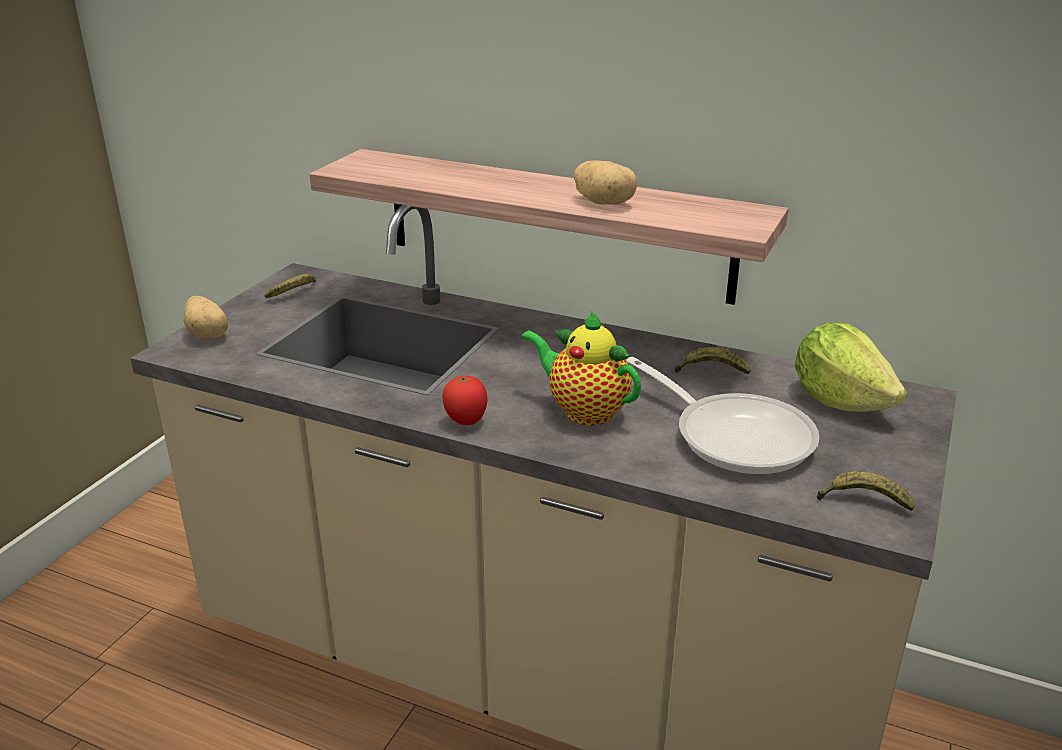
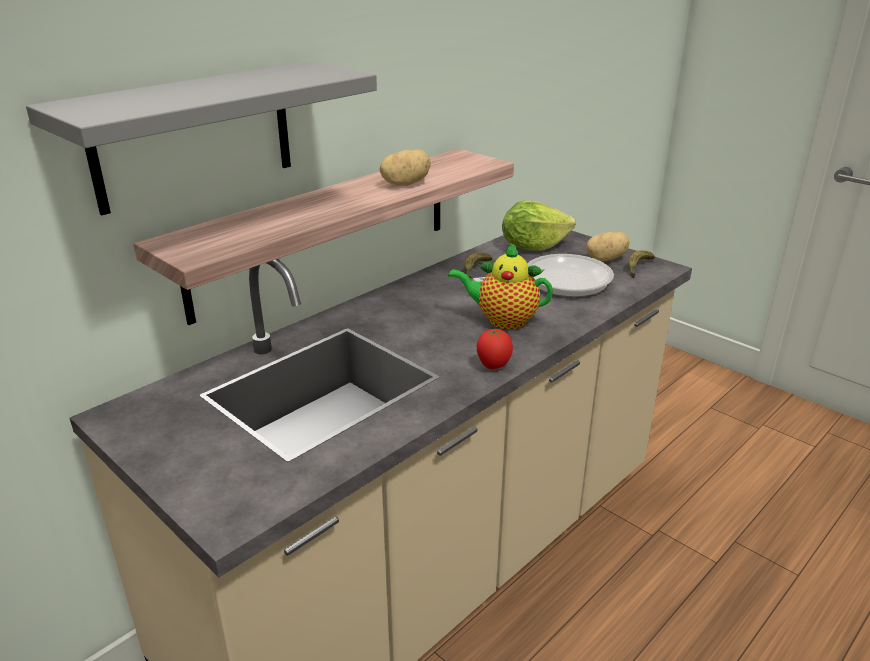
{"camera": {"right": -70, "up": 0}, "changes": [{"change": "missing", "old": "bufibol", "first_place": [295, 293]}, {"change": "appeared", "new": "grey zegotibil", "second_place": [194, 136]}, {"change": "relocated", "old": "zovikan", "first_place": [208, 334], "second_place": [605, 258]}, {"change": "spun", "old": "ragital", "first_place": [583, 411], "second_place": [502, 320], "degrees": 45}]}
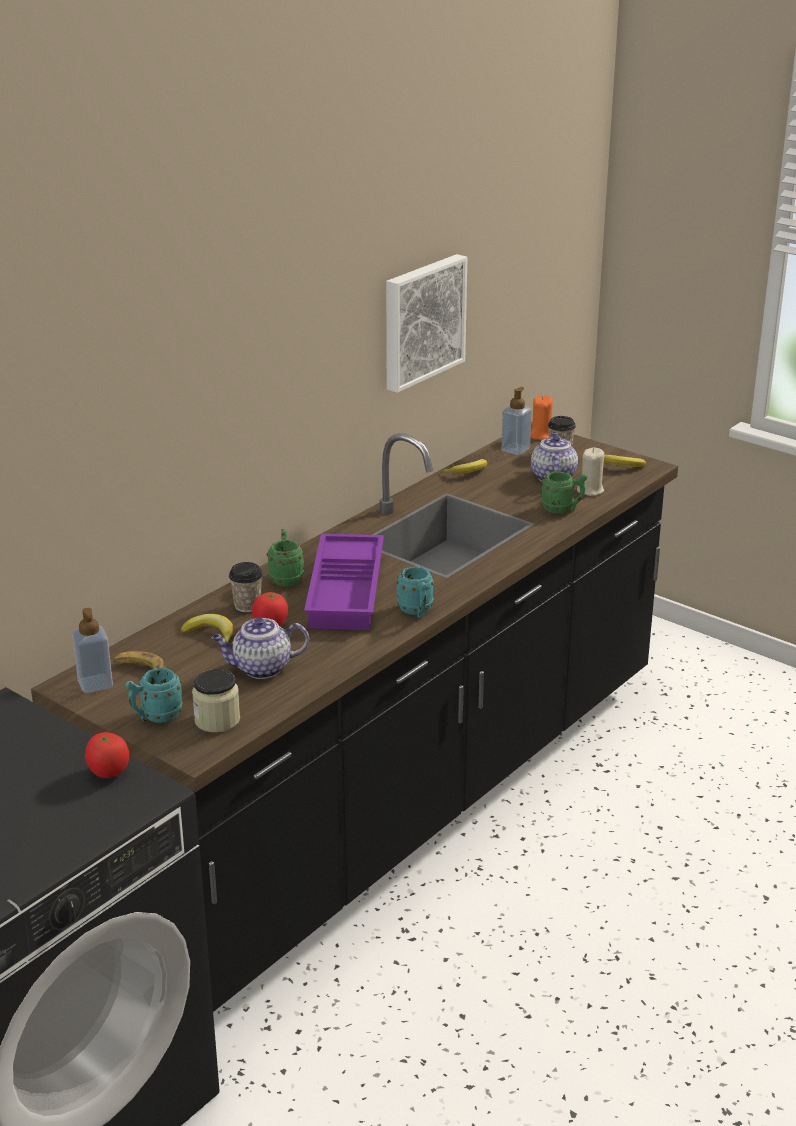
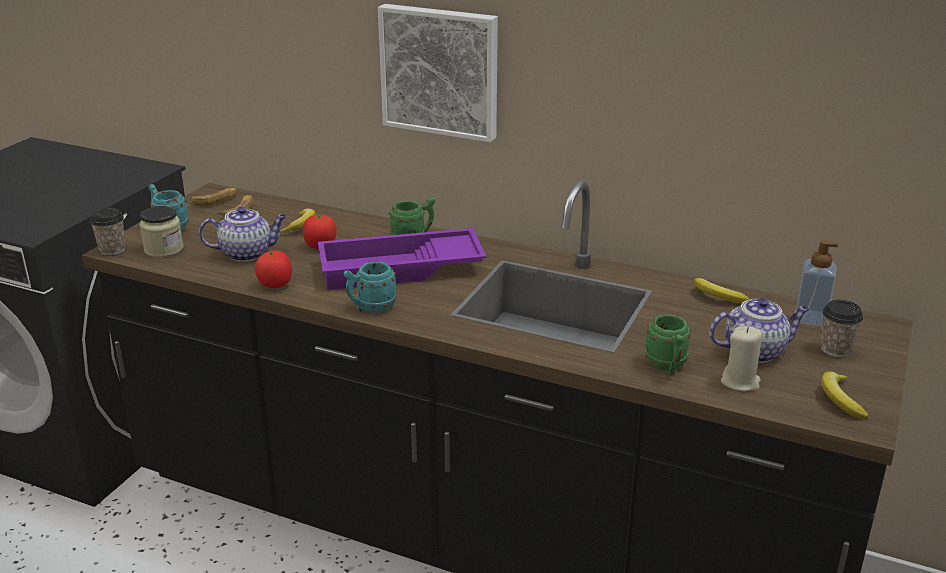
{"camera": {"right": 75, "up": 0}, "changes": [{"change": "missing", "old": "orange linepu", "first_place": [540, 435]}, {"change": "relocated", "old": "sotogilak", "first_place": [108, 772], "second_place": [276, 284]}, {"change": "relocated", "old": "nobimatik", "first_place": [247, 606], "second_place": [112, 250]}, {"change": "relocated", "old": "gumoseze", "first_place": [421, 321], "second_place": [441, 71]}, {"change": "exchanged", "old": "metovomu", "new": "bufibol", "first_place": [95, 684], "second_place": [216, 200]}, {"change": "spun", "old": "ragital", "first_place": [261, 668], "second_place": [247, 253], "degrees": 105}]}
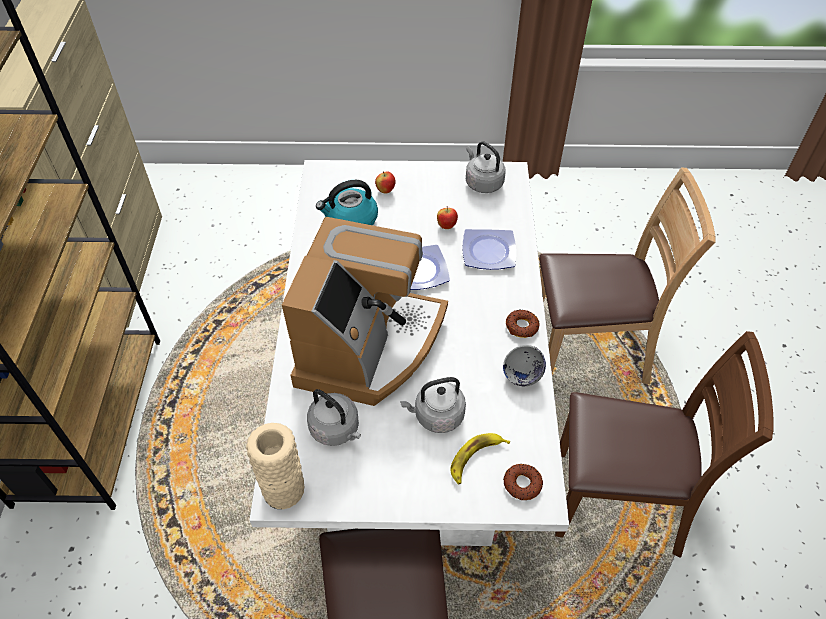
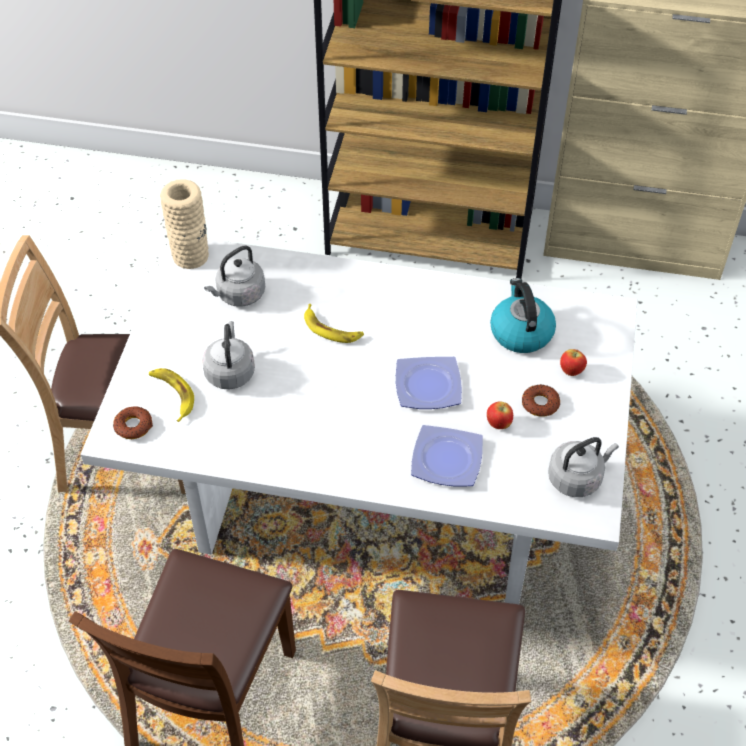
{"camera": {"right": 100, "up": 0}, "changes": [{"change": "missing", "old": "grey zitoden", "first_place": [522, 376]}, {"change": "relocated", "old": "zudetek", "first_place": [522, 326], "second_place": [540, 403]}, {"change": "exchanged", "old": "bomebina", "new": "bufibol", "first_place": [369, 345], "second_place": [331, 329]}]}
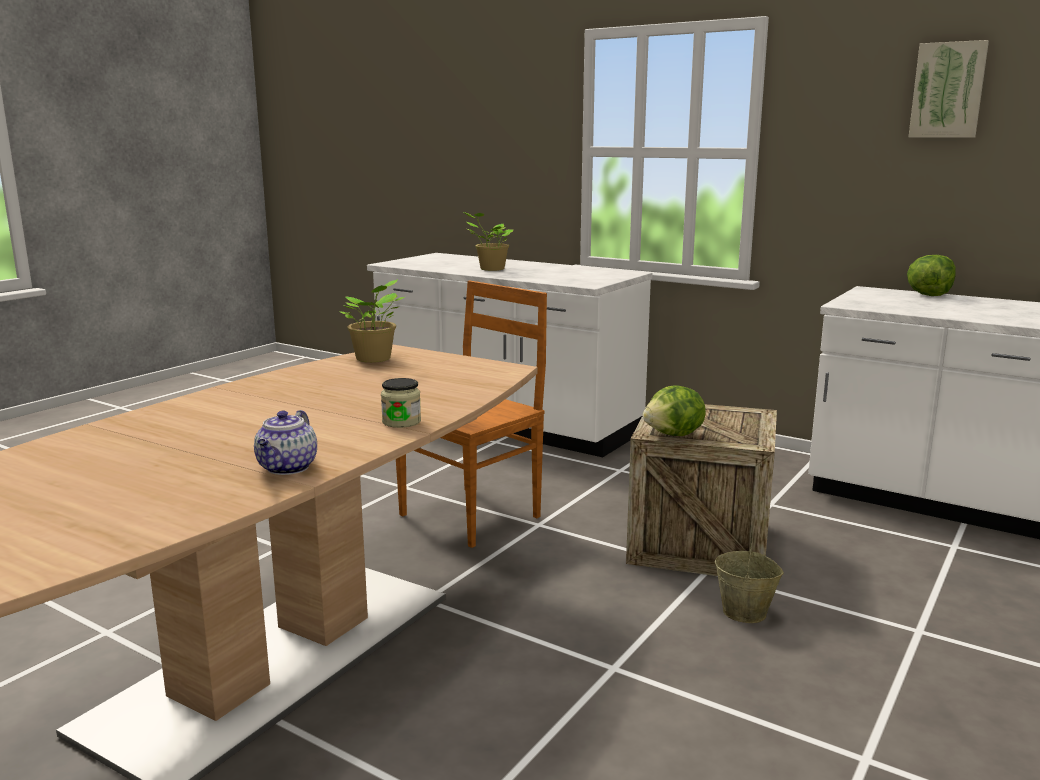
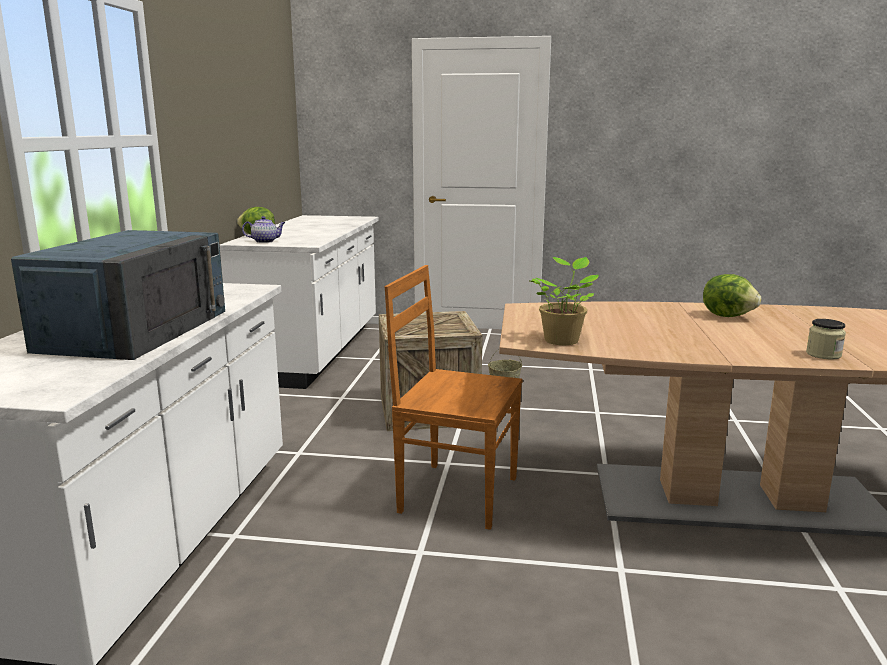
{"camera": {"right": -115, "up": 0}, "changes": [{"change": "missing", "old": "gumoseze", "first_place": [948, 90]}, {"change": "relocated", "old": "ragital", "first_place": [287, 468], "second_place": [265, 241]}, {"change": "relocated", "old": "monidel", "first_place": [401, 422], "second_place": [823, 354]}, {"change": "relocated", "old": "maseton", "first_place": [674, 435], "second_place": [728, 316]}, {"change": "exchanged", "old": "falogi", "new": "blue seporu", "first_place": [490, 269], "second_place": [136, 329]}]}
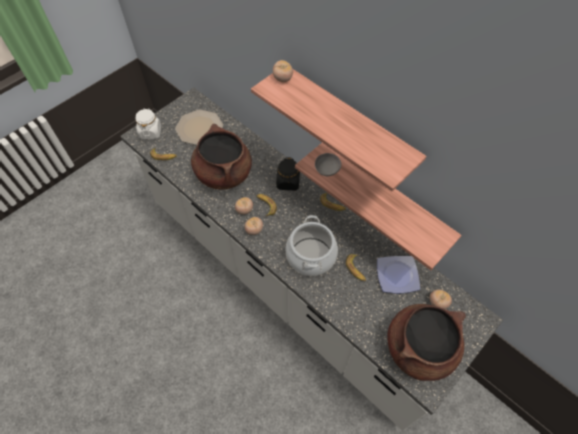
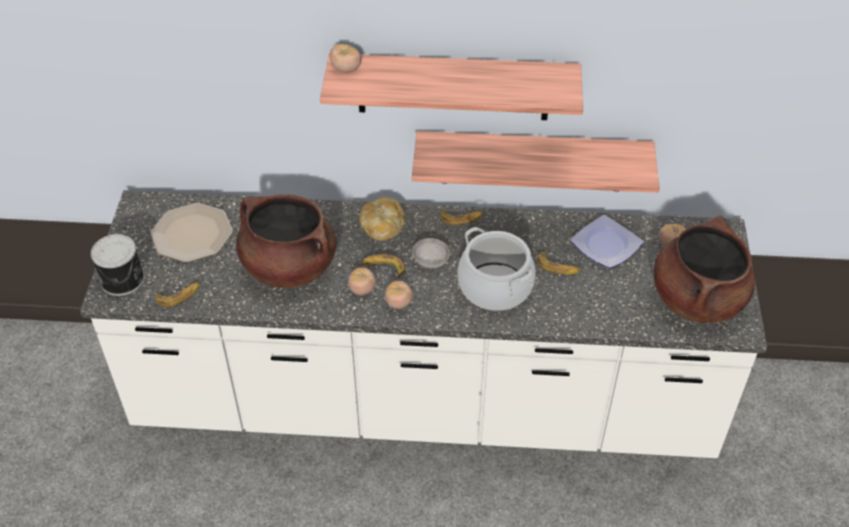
{"camera": {"right": -40, "up": -10}, "changes": [{"change": "relocated", "old": "grey zitoden", "first_place": [327, 169], "second_place": [431, 261]}, {"change": "exchanged", "old": "white monidel", "new": "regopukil", "first_place": [150, 132], "second_place": [123, 279]}, {"change": "exchanged", "old": "black monidel", "new": "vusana", "first_place": [288, 182], "second_place": [383, 227]}]}
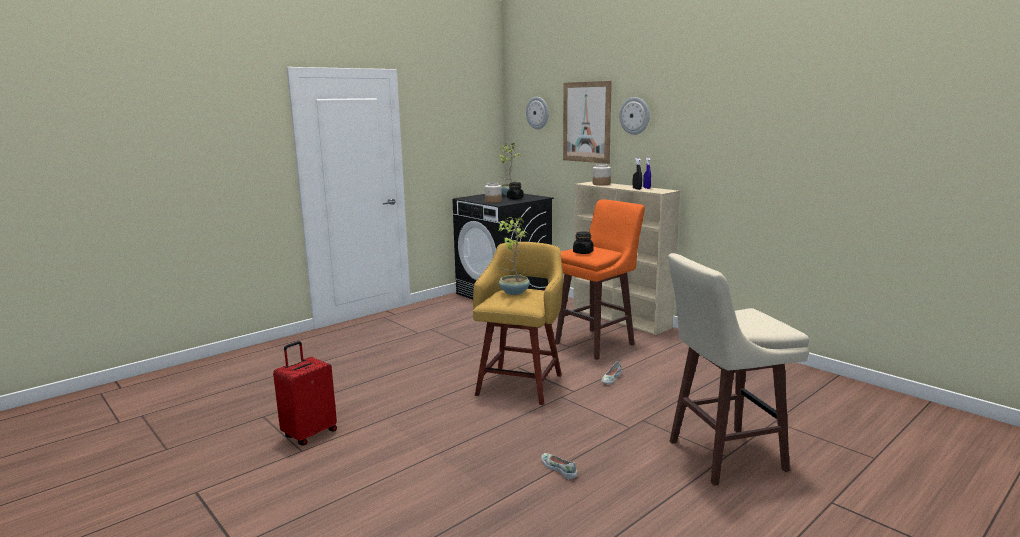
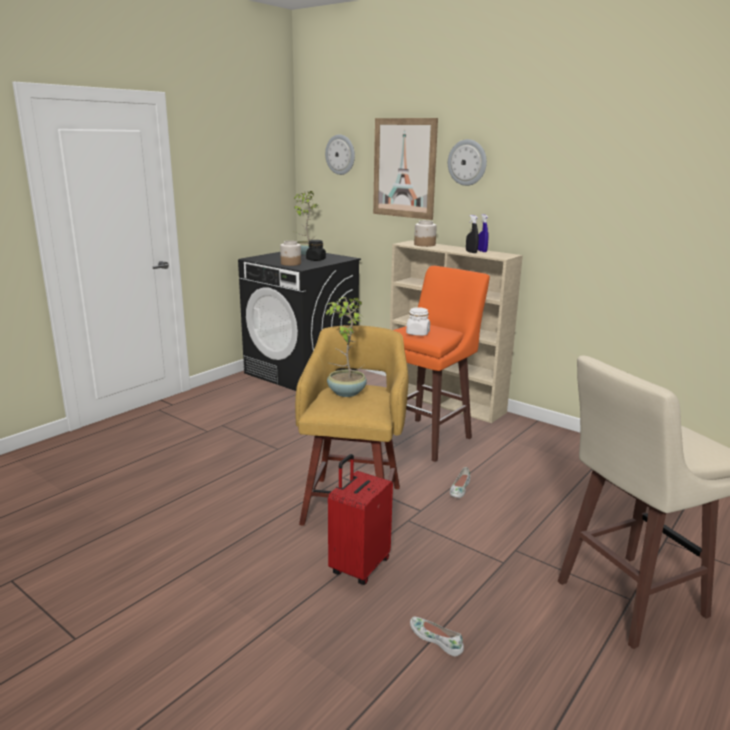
{"camera": {"right": -10, "up": 5}, "changes": [{"change": "relocated", "old": "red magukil", "first_place": [309, 434], "second_place": [358, 566]}, {"change": "colour", "old": "black monidel", "new": "white monidel", "first_place": [583, 252], "second_place": [418, 333]}]}
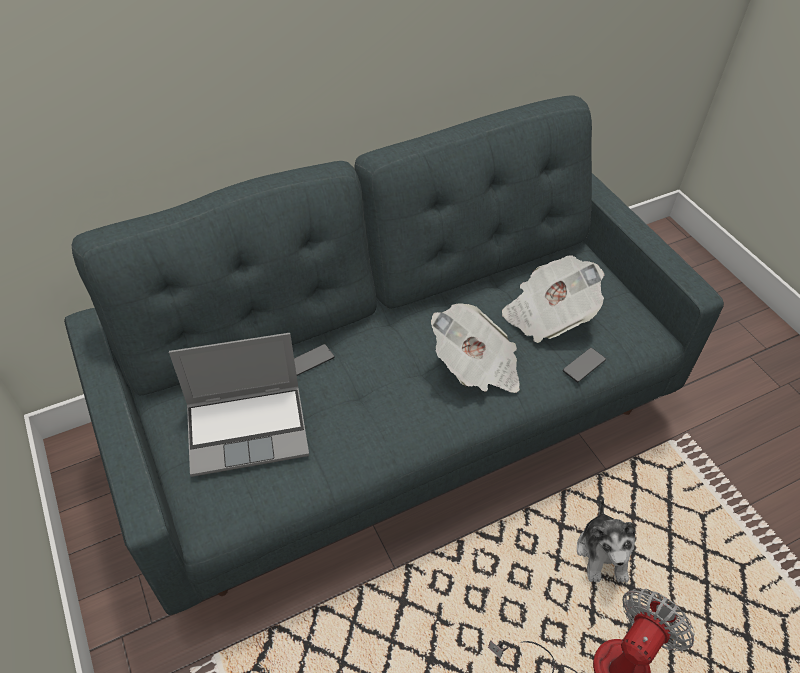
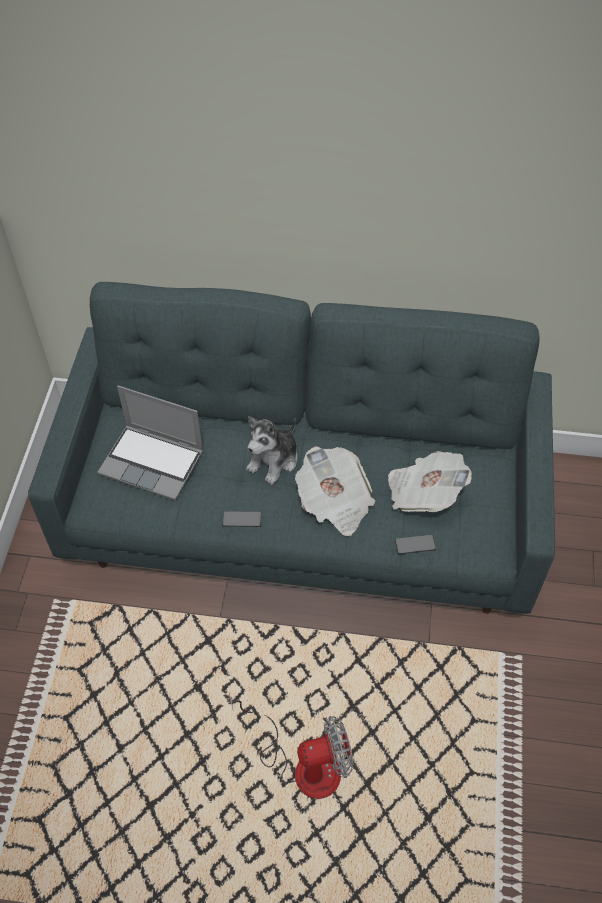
{"camera": {"right": 35, "up": 5}, "changes": [{"change": "relocated", "old": "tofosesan", "first_place": [310, 360], "second_place": [242, 519]}, {"change": "relocated", "old": "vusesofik", "first_place": [603, 553], "second_place": [274, 460]}]}
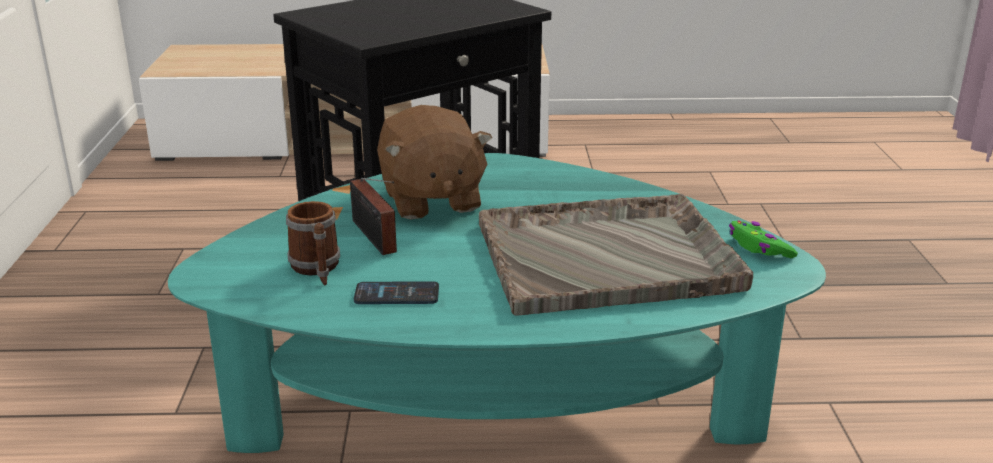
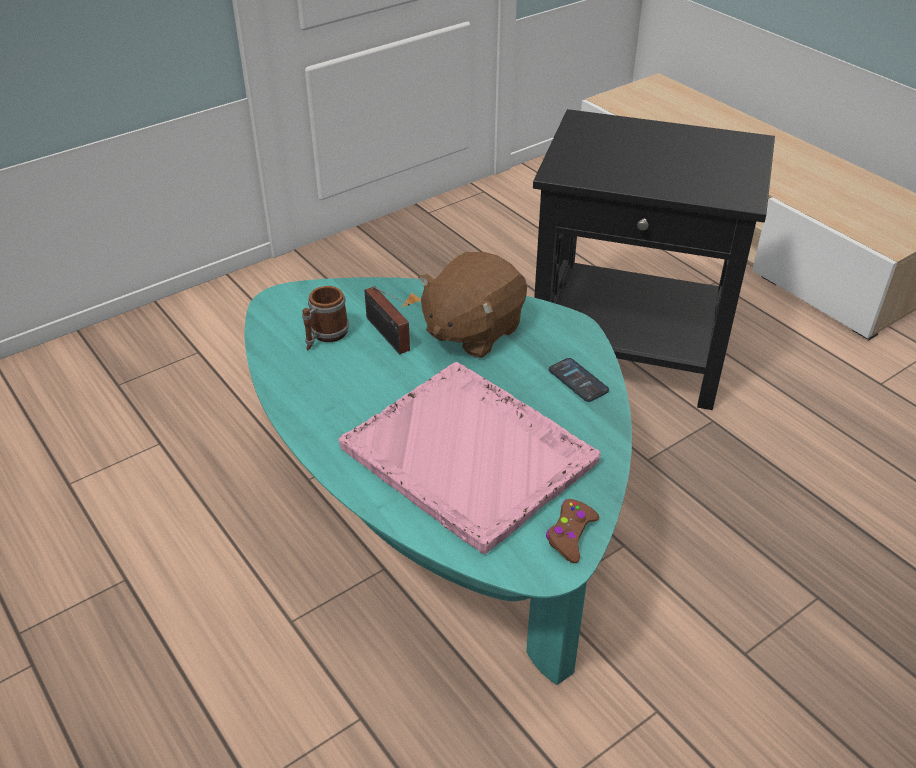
{"camera": {"right": 55, "up": 15}, "changes": [{"change": "relocated", "old": "tofosesan", "first_place": [396, 295], "second_place": [578, 380]}, {"change": "colour", "old": "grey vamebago", "new": "pink vamebago", "first_place": [609, 257], "second_place": [470, 456]}, {"change": "colour", "old": "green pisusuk", "new": "brown pisusuk", "first_place": [759, 248], "second_place": [570, 535]}, {"change": "spun", "old": "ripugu", "first_place": [374, 238], "second_place": [389, 336], "degrees": -60}]}
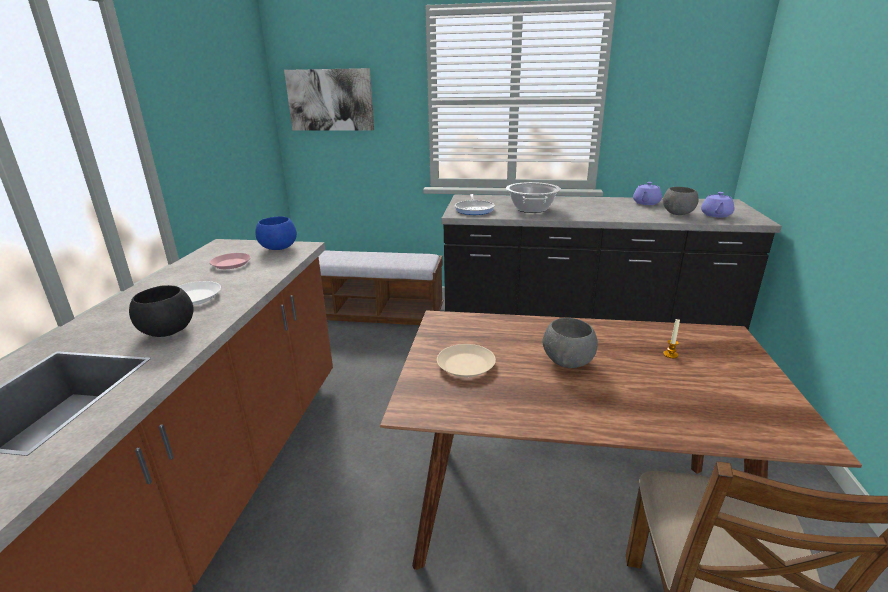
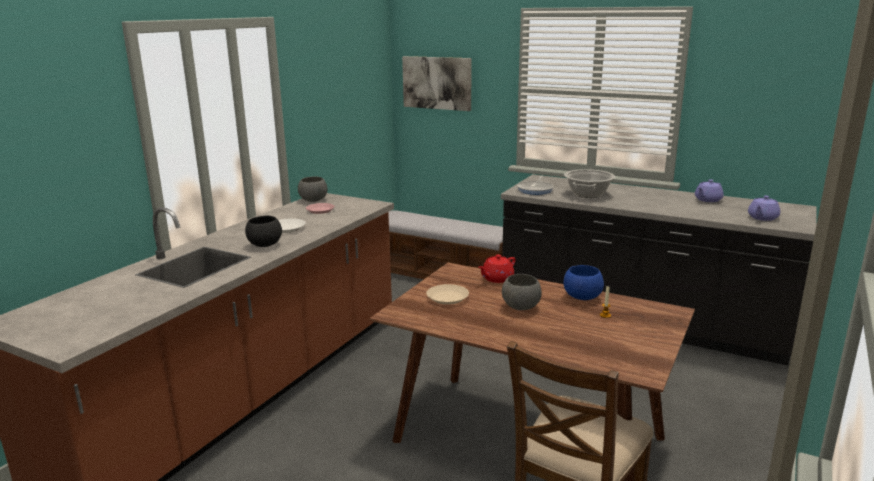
{"camera": {"right": 20, "up": -5}, "changes": [{"change": "appeared", "new": "red ragital", "second_place": [496, 279]}, {"change": "relocated", "old": "blue zitoden", "first_place": [278, 248], "second_place": [582, 297]}, {"change": "relocated", "old": "grey zitoden", "first_place": [677, 214], "second_place": [313, 200]}]}
